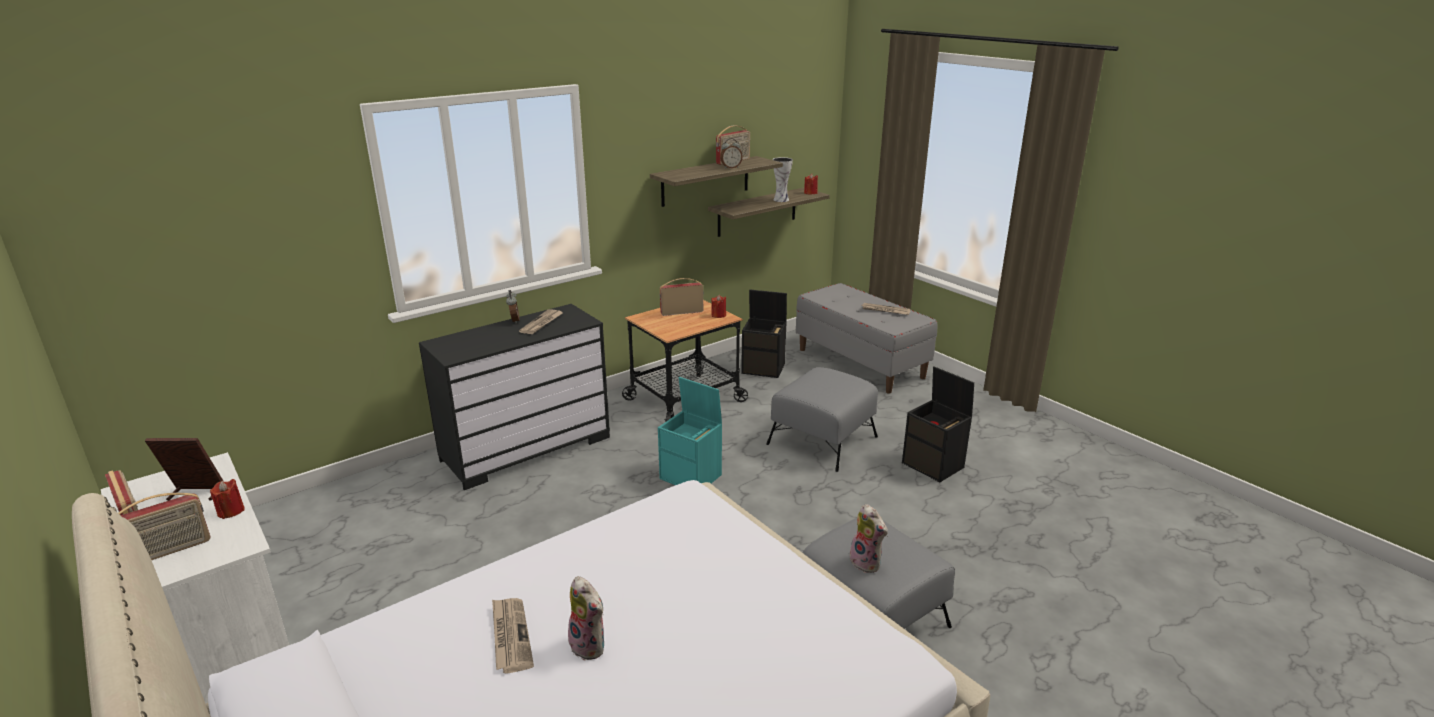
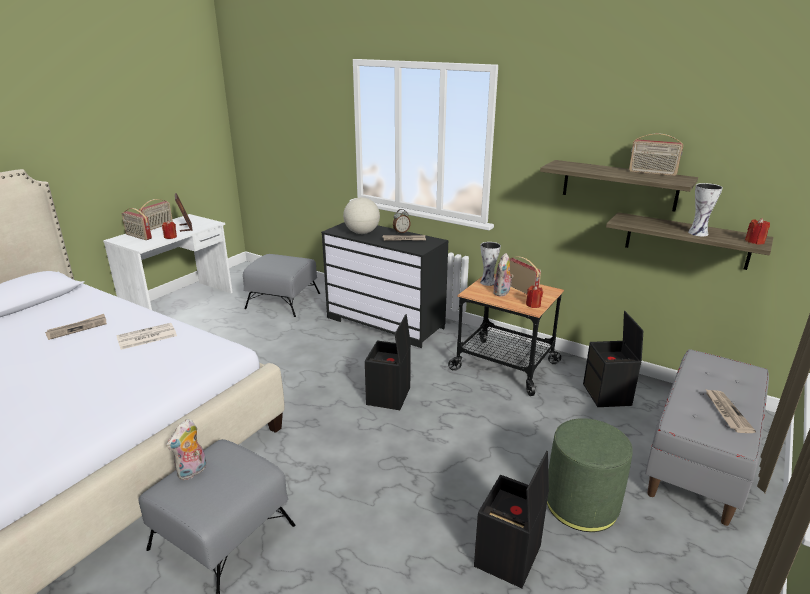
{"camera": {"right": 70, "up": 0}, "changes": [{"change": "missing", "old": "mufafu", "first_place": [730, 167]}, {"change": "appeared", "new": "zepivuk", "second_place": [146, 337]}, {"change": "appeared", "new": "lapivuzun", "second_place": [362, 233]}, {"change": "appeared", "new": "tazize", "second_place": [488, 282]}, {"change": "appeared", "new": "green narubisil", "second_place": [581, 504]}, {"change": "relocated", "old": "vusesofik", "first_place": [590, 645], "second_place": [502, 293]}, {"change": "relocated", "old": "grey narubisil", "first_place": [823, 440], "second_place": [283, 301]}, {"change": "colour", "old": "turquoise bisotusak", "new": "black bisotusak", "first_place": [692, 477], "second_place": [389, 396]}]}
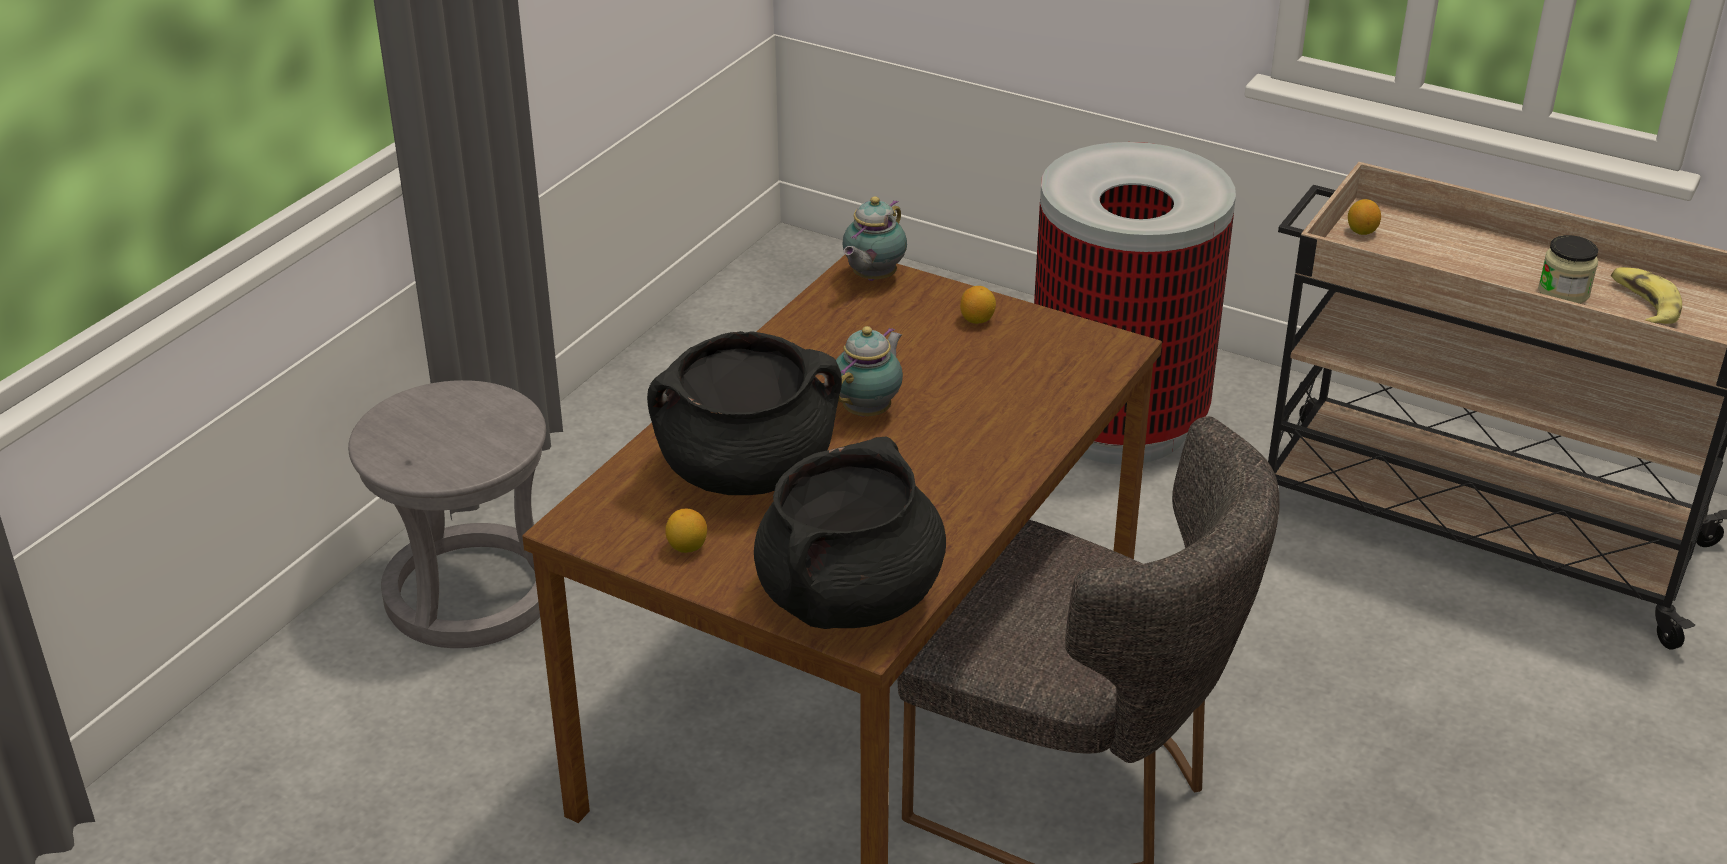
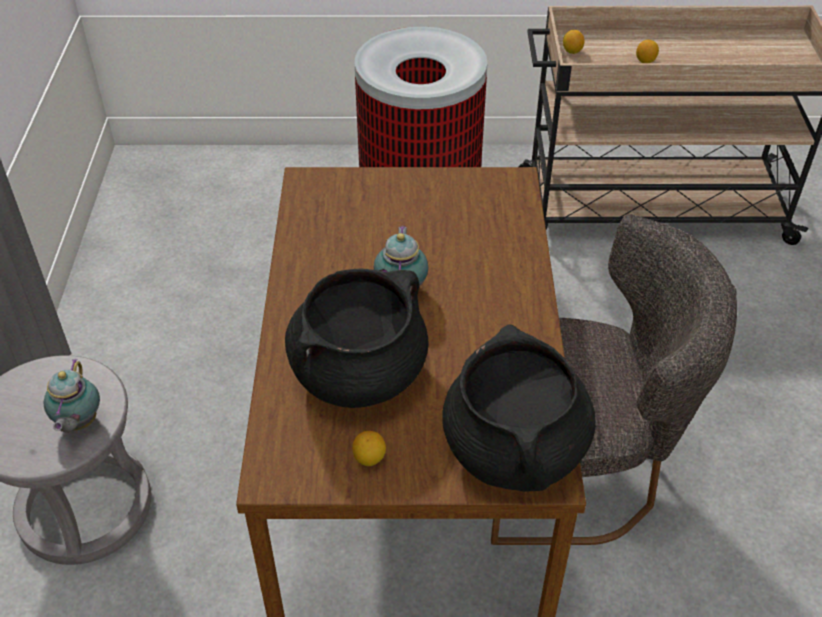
{"camera": {"right": -30, "up": 10}, "changes": [{"change": "missing", "old": "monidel", "first_place": [1563, 292]}, {"change": "missing", "old": "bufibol", "first_place": [1642, 305]}, {"change": "relocated", "old": "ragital", "first_place": [872, 278], "second_place": [78, 423]}, {"change": "relocated", "old": "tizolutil", "first_place": [977, 320], "second_place": [645, 61]}]}
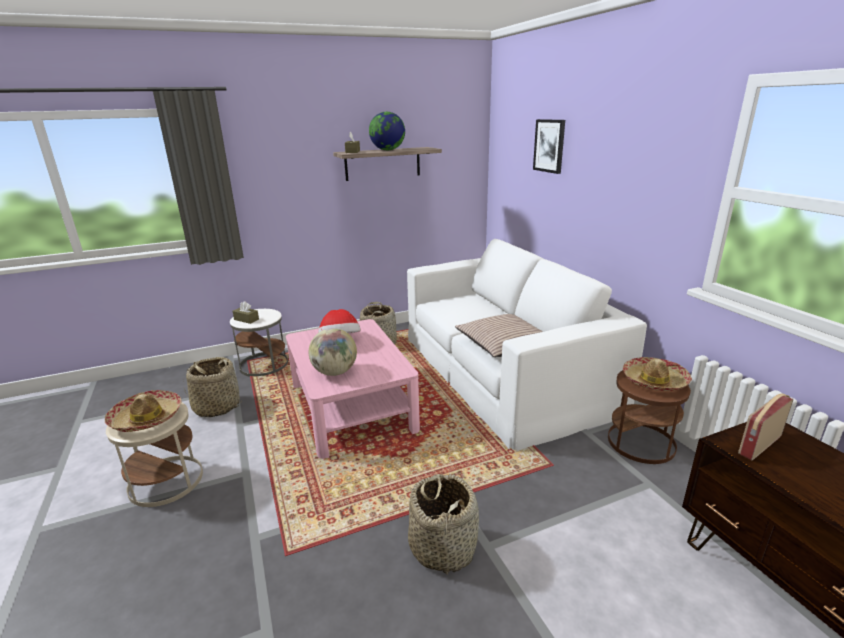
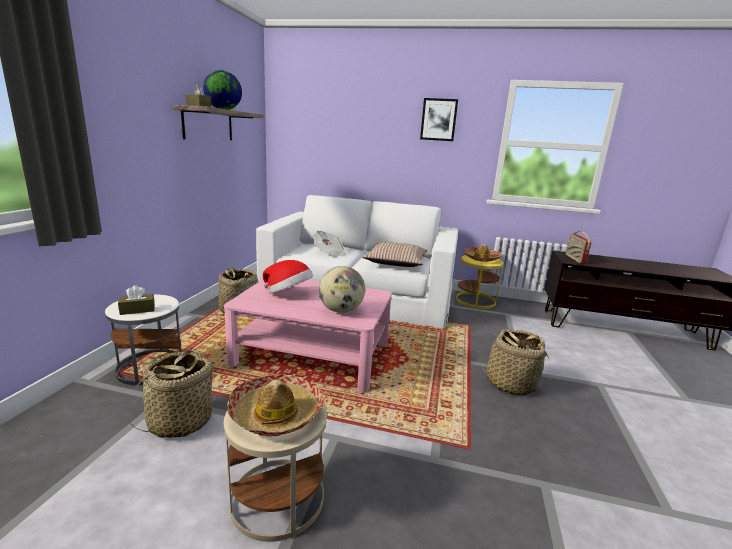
{"camera": {"right": -55, "up": -5}, "changes": [{"change": "appeared", "new": "zepivuk", "second_place": [328, 252]}, {"change": "relocated", "old": "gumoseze", "first_place": [549, 146], "second_place": [438, 119]}, {"change": "colour", "old": "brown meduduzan", "new": "yellow meduduzan", "first_place": [641, 443], "second_place": [475, 300]}]}
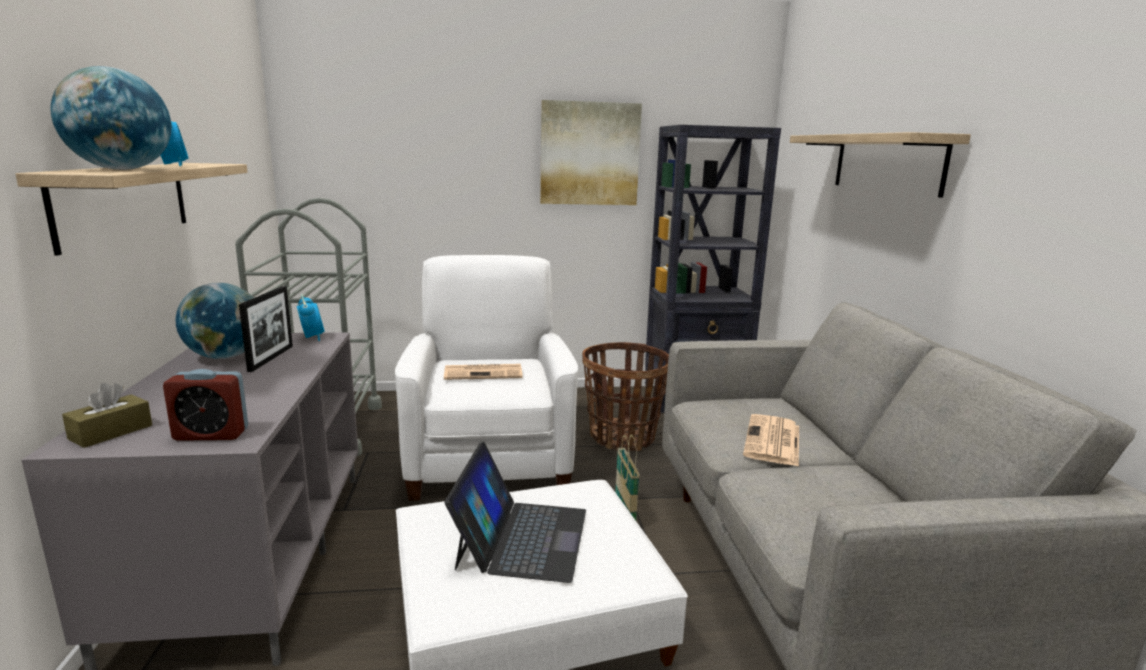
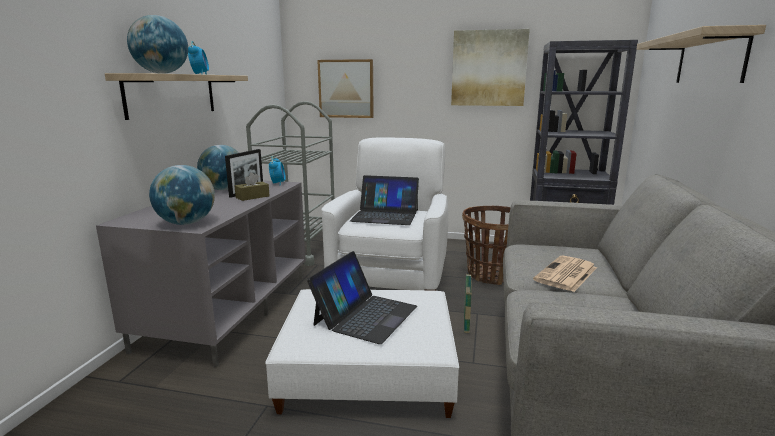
{"camera": {"right": 20, "up": 0}, "changes": [{"change": "appeared", "new": "gumoseze", "second_place": [346, 89]}, {"change": "relocated", "old": "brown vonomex", "first_place": [111, 432], "second_place": [252, 197]}, {"change": "exchanged", "old": "mufafu", "new": "lapivuzun", "first_place": [211, 434], "second_place": [186, 223]}, {"change": "exchanged", "old": "zepivuk", "new": "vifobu", "first_place": [484, 373], "second_place": [385, 215]}]}
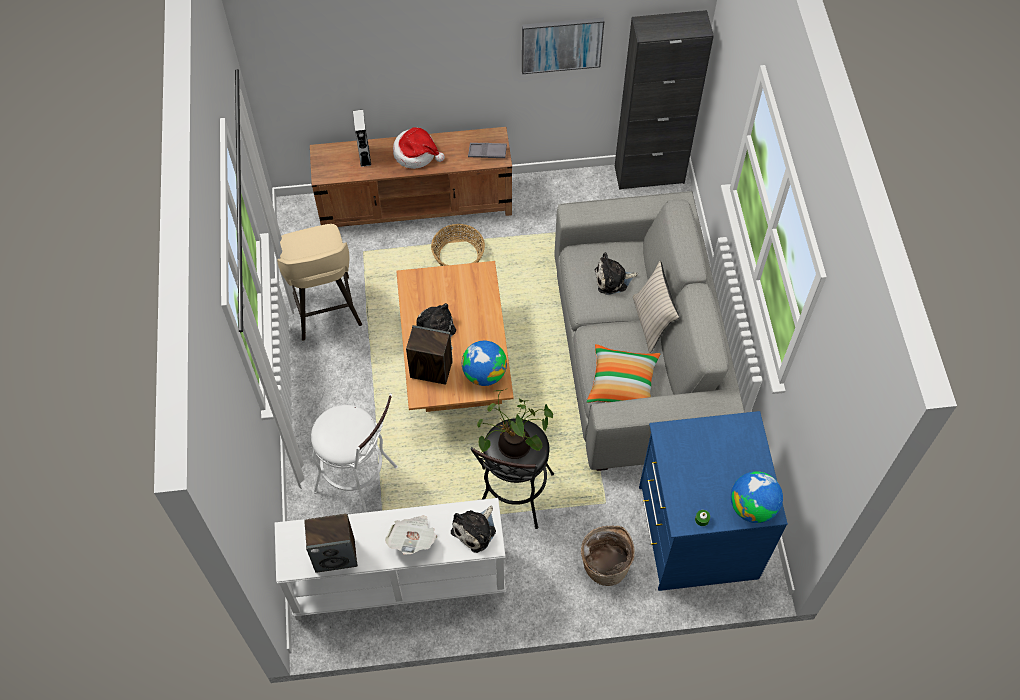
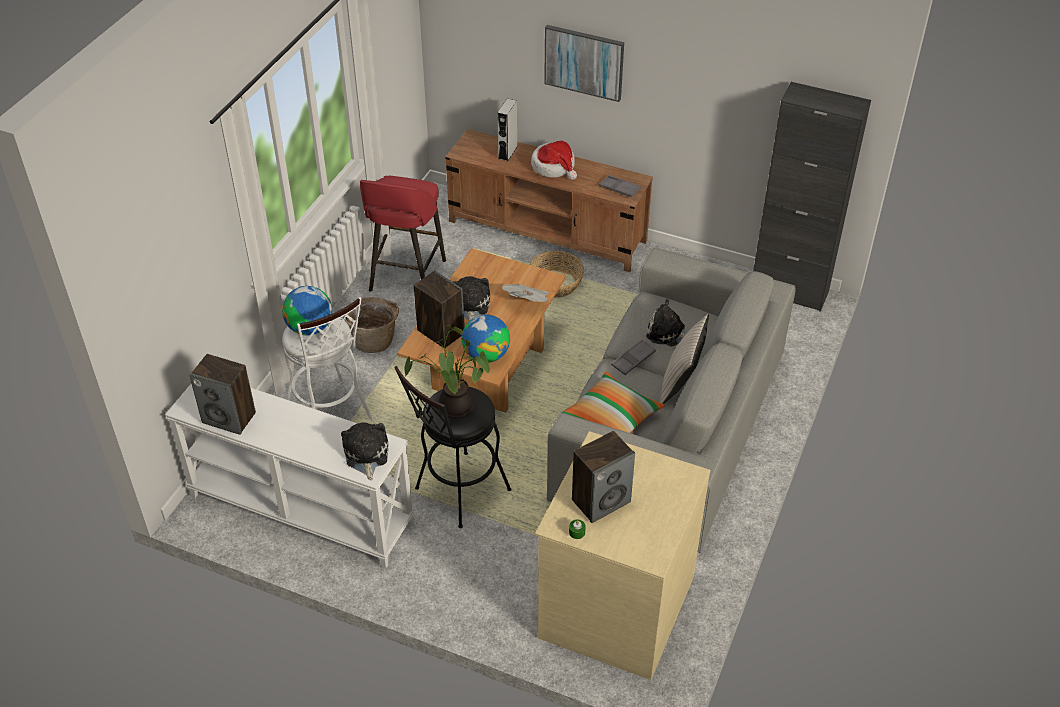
{"camera": {"right": 30, "up": -15}, "changes": [{"change": "appeared", "new": "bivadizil", "second_place": [601, 500]}, {"change": "appeared", "new": "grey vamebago", "second_place": [633, 360]}, {"change": "relocated", "old": "zepivuk", "first_place": [413, 539], "second_place": [528, 302]}, {"change": "relocated", "old": "gumoseze", "first_place": [561, 44], "second_place": [584, 62]}, {"change": "relocated", "old": "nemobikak", "first_place": [605, 564], "second_place": [374, 340]}, {"change": "relocated", "old": "lapivuzun", "first_place": [752, 507], "second_place": [310, 328]}, {"change": "colour", "old": "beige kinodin", "new": "red kinodin", "first_place": [326, 310], "second_place": [406, 277]}, {"change": "colour", "old": "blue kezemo", "new": "beige kezemo", "first_place": [695, 532], "second_place": [614, 605]}, {"change": "spun", "old": "vusesofik", "first_place": [475, 530], "second_place": [366, 455], "degrees": 105}]}
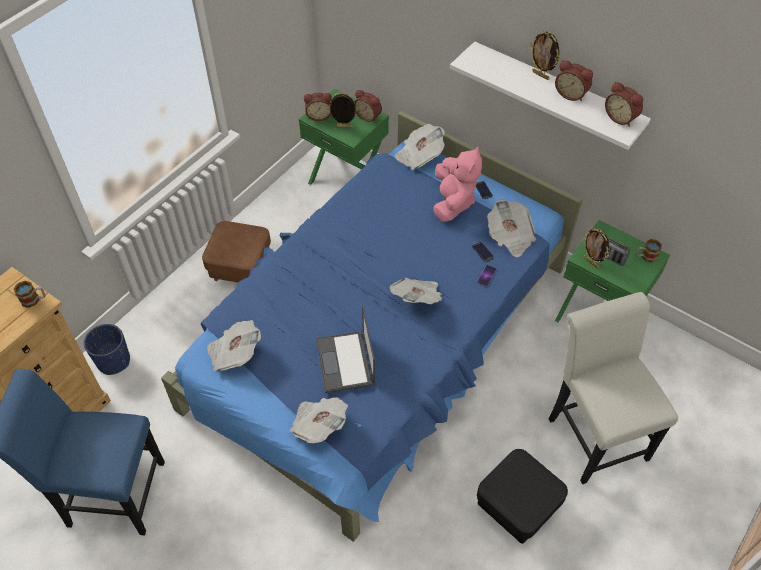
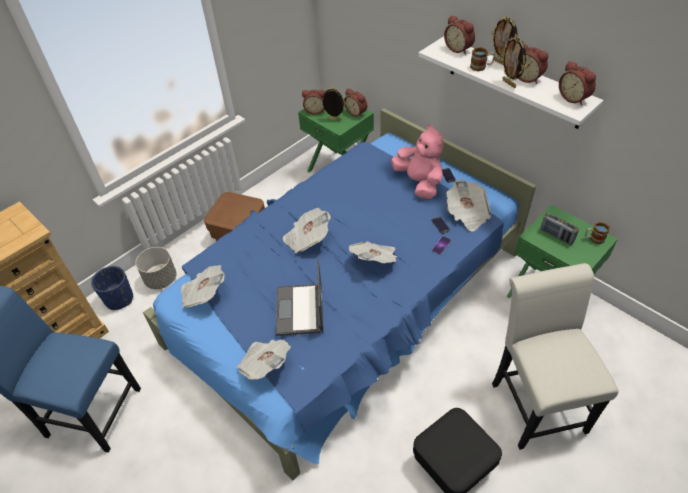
{"camera": {"right": 10, "up": -5}, "changes": [{"change": "appeared", "new": "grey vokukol", "second_place": [161, 279]}, {"change": "appeared", "new": "mufafu", "second_place": [459, 49]}, {"change": "relocated", "old": "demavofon", "first_place": [34, 300], "second_place": [481, 67]}, {"change": "relocated", "old": "zepivuk", "first_place": [419, 156], "second_place": [307, 239]}, {"change": "relocated", "old": "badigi", "first_place": [591, 262], "second_place": [509, 83]}, {"change": "spun", "old": "pink vusesofik", "first_place": [453, 202], "second_place": [419, 183], "degrees": -45}]}
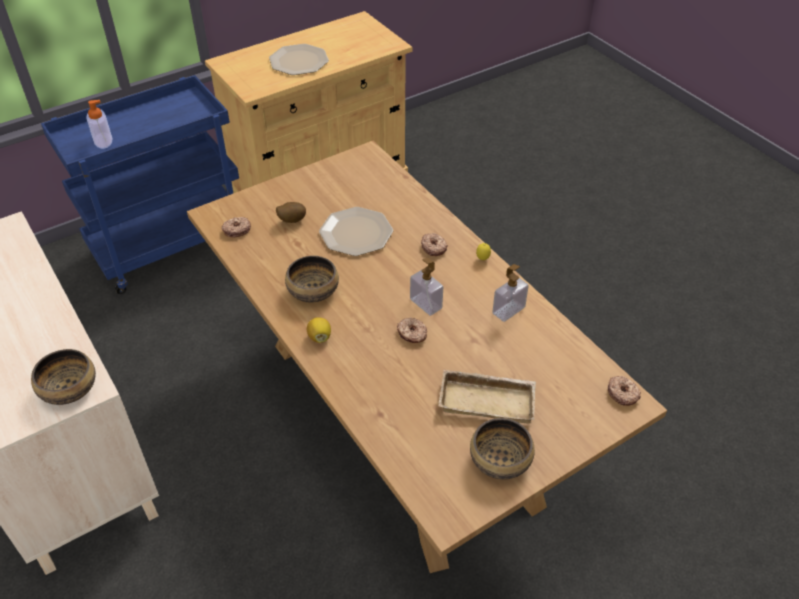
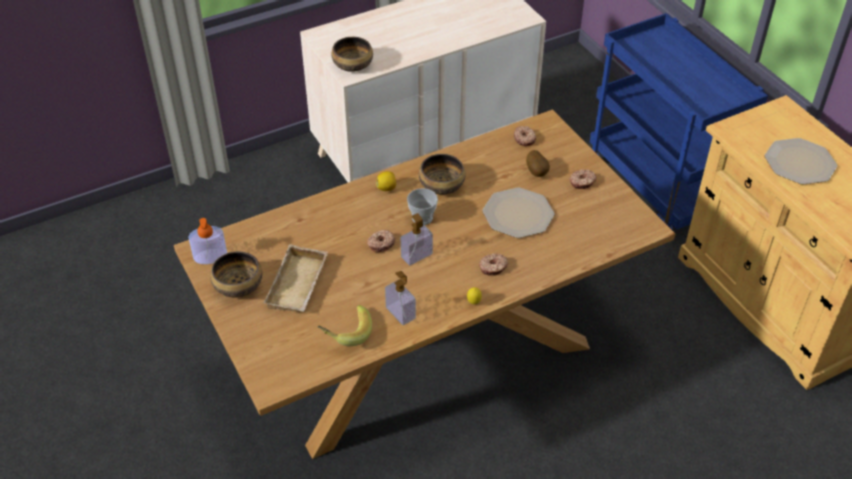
{"camera": {"right": 95, "up": 0}, "changes": [{"change": "appeared", "new": "bufibol", "second_place": [345, 333]}, {"change": "appeared", "new": "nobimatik", "second_place": [422, 218]}, {"change": "relocated", "old": "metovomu", "first_place": [103, 140], "second_place": [210, 256]}, {"change": "relocated", "old": "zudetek", "first_place": [622, 393], "second_place": [582, 182]}]}
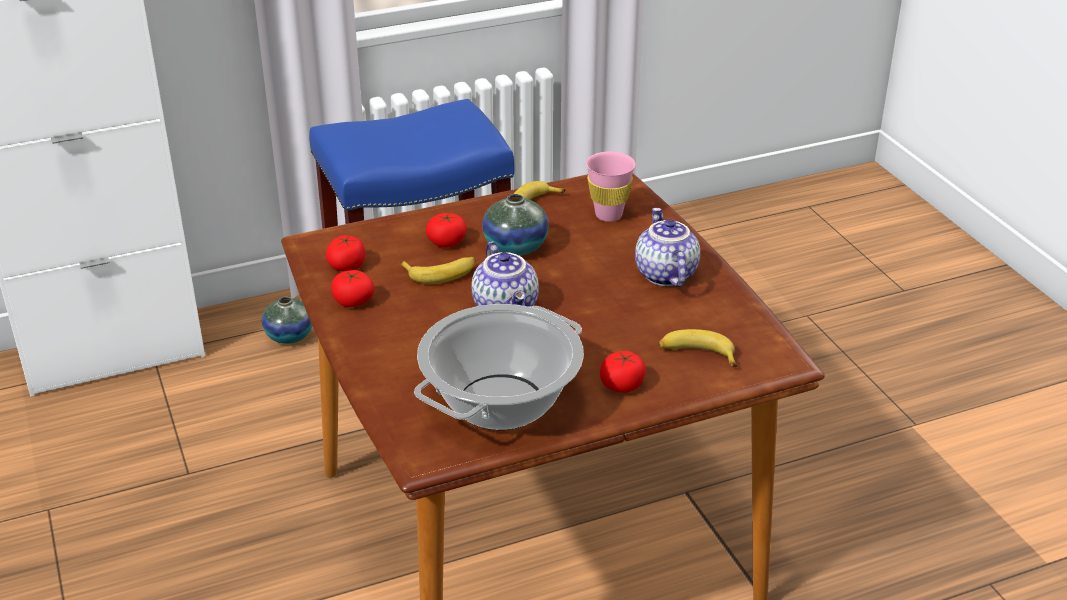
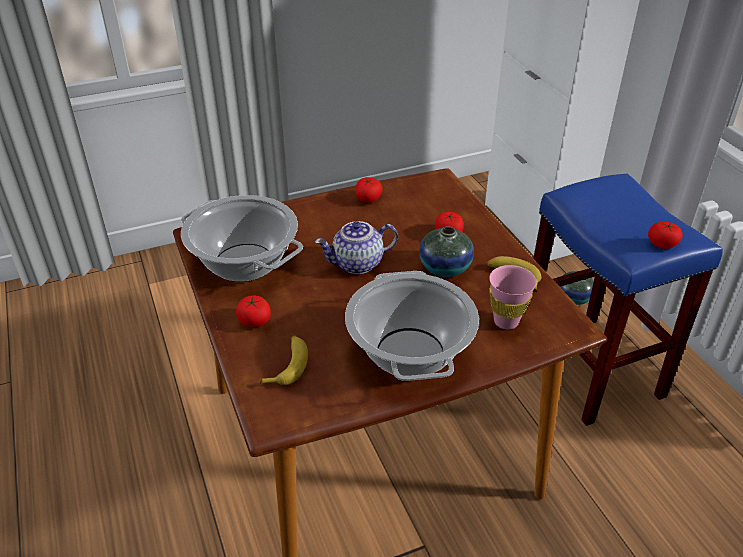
{"camera": {"right": 90, "up": 5}, "changes": [{"change": "missing", "old": "bufibol", "first_place": [441, 273]}, {"change": "relocated", "old": "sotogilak", "first_place": [347, 265], "second_place": [662, 244]}, {"change": "exchanged", "old": "ragital", "new": "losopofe", "first_place": [664, 274], "second_place": [409, 352]}]}
